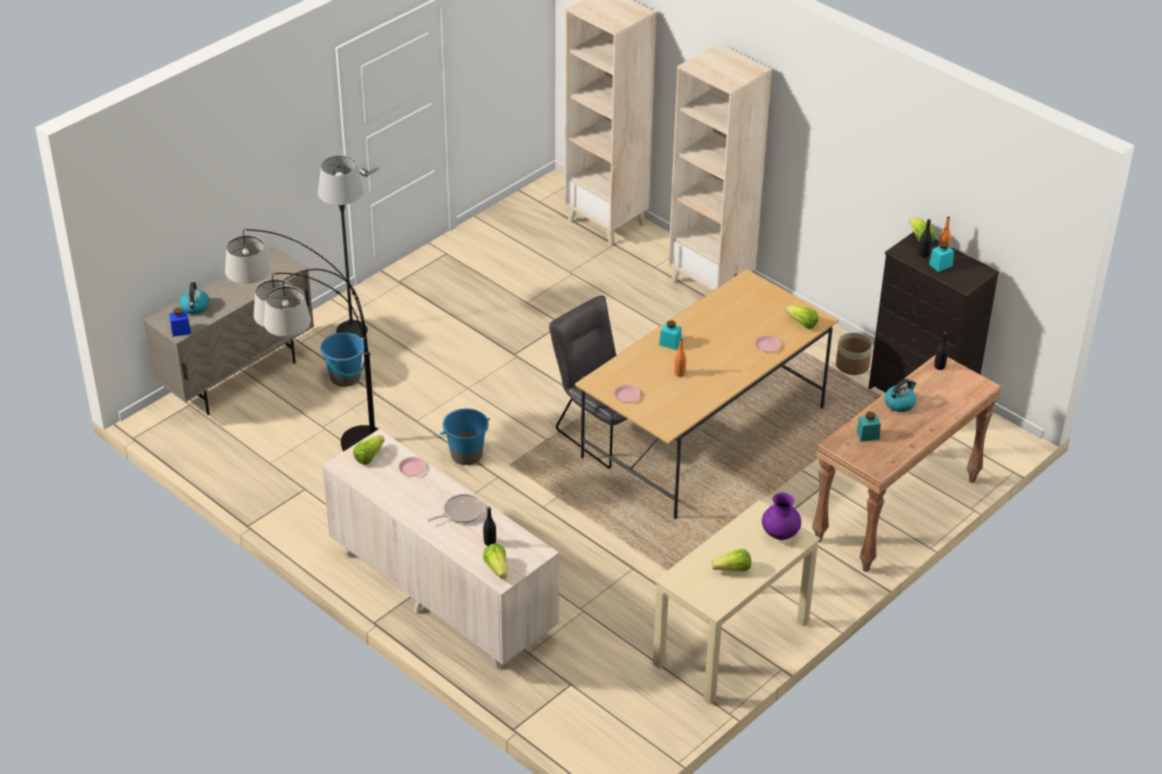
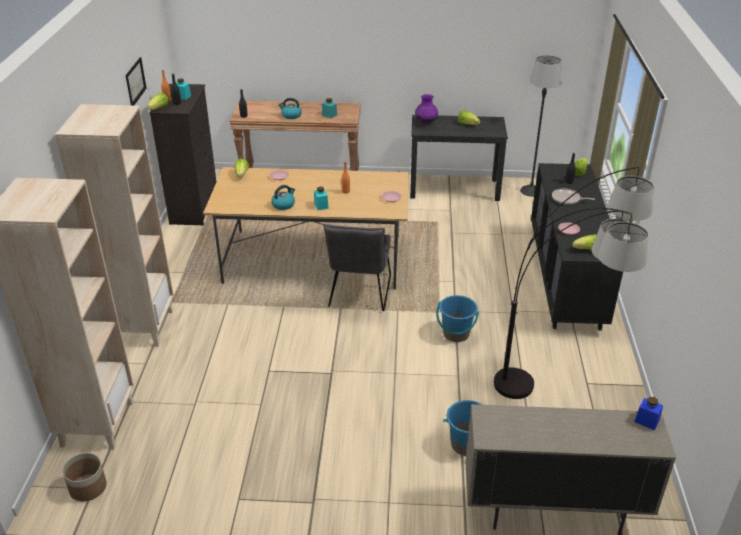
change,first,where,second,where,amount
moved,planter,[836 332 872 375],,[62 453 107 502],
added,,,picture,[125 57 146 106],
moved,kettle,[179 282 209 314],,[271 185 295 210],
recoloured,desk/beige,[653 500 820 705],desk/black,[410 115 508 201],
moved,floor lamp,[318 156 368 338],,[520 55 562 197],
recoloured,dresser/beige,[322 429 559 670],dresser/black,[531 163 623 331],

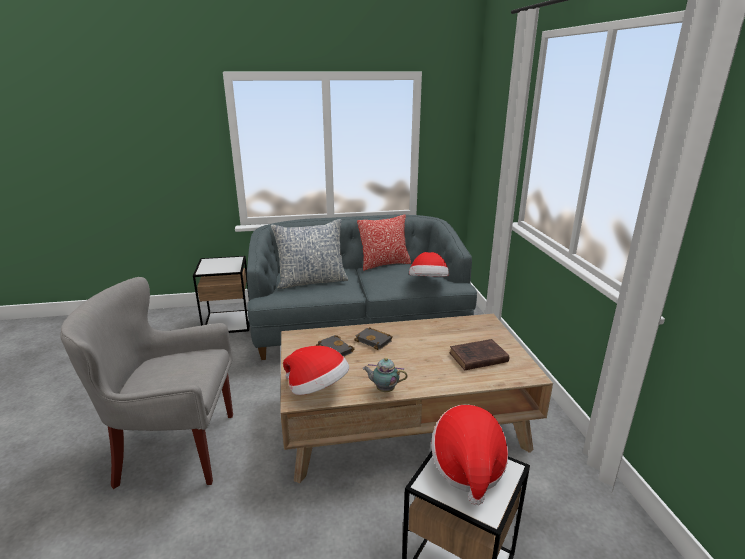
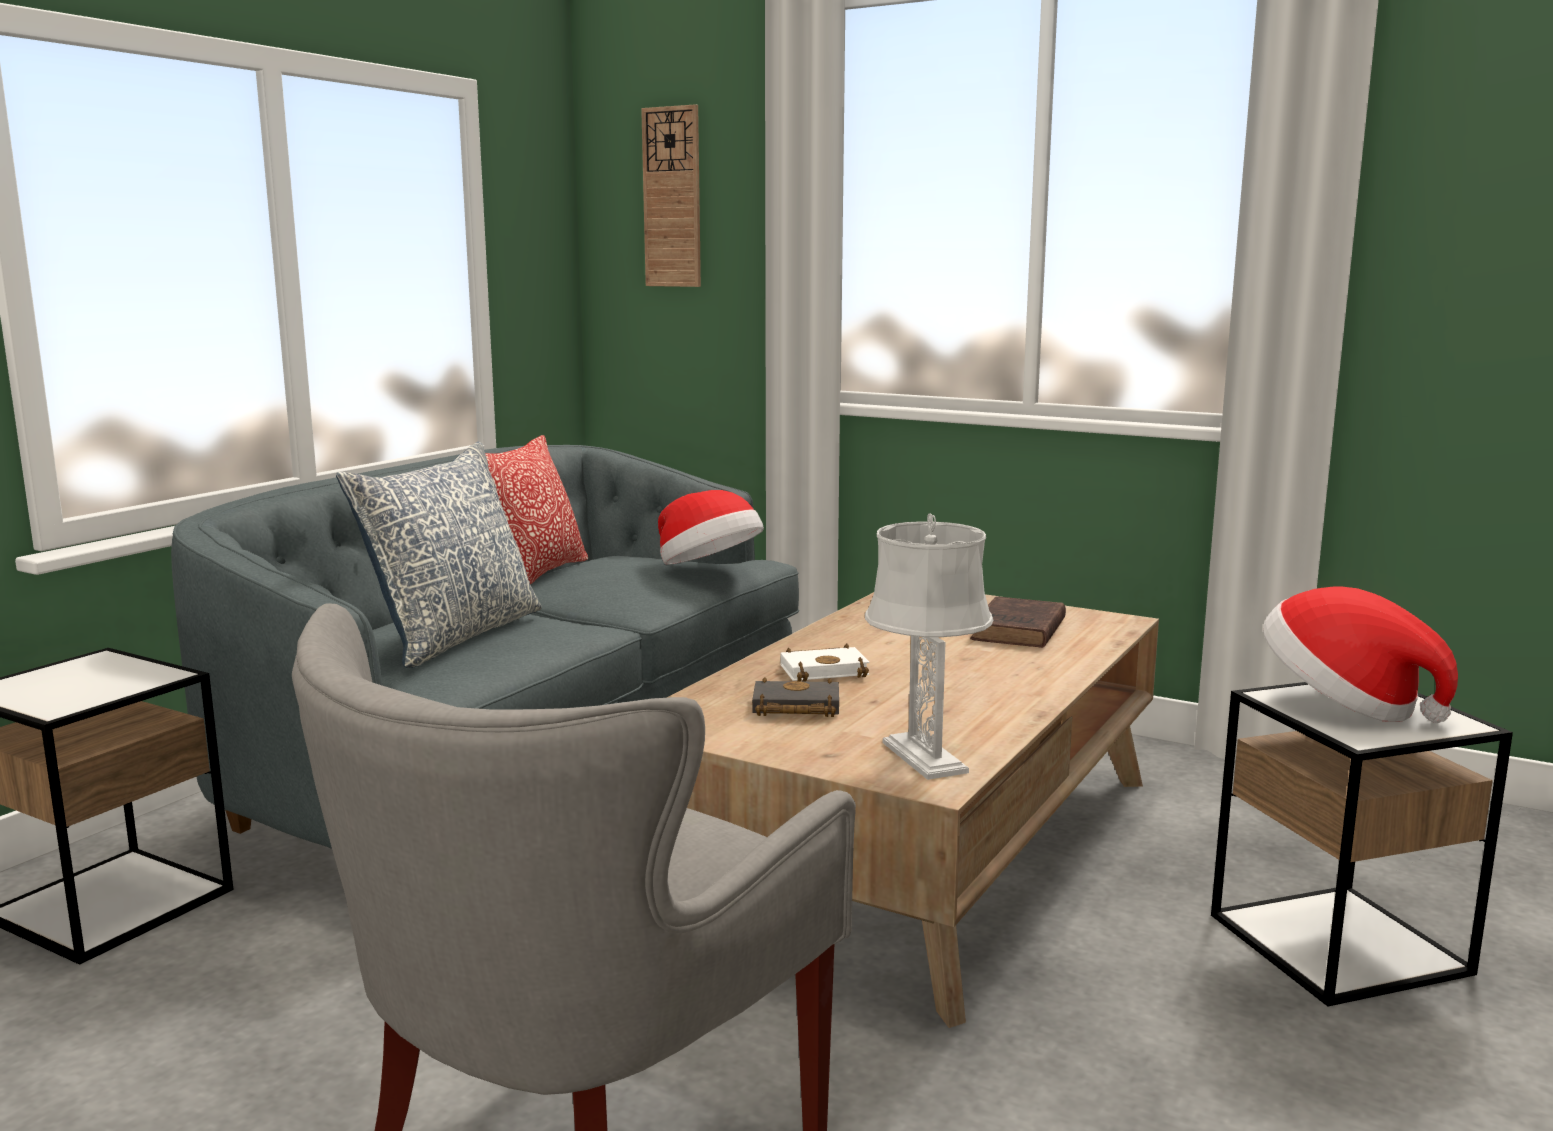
change,first,where,second,where,amount
added,,,wall clock,[641 104 701 287],
recoloured,book/black,[354 327 393 350],book/white,[780 643 870 682],
replaced,hat,[283 346 349 395],table lamp/grey,[865 513 993 780],
removed,teapot,[363 358 408 392],,,

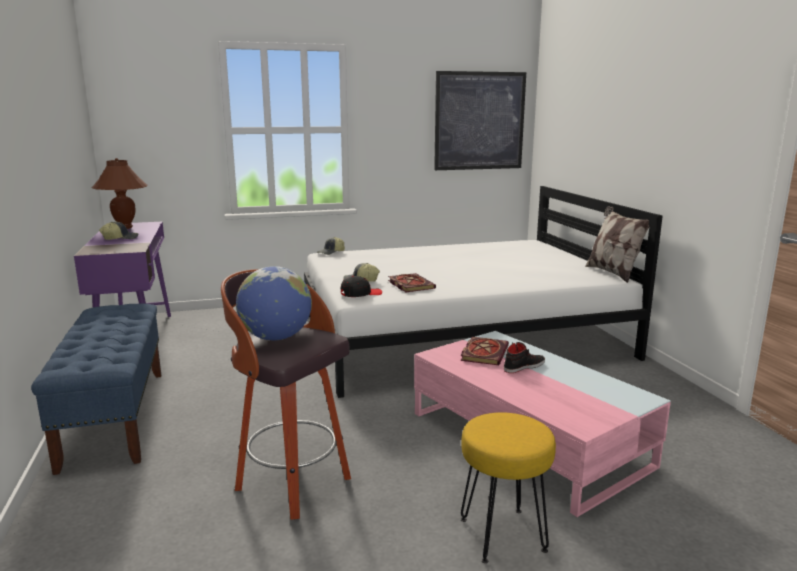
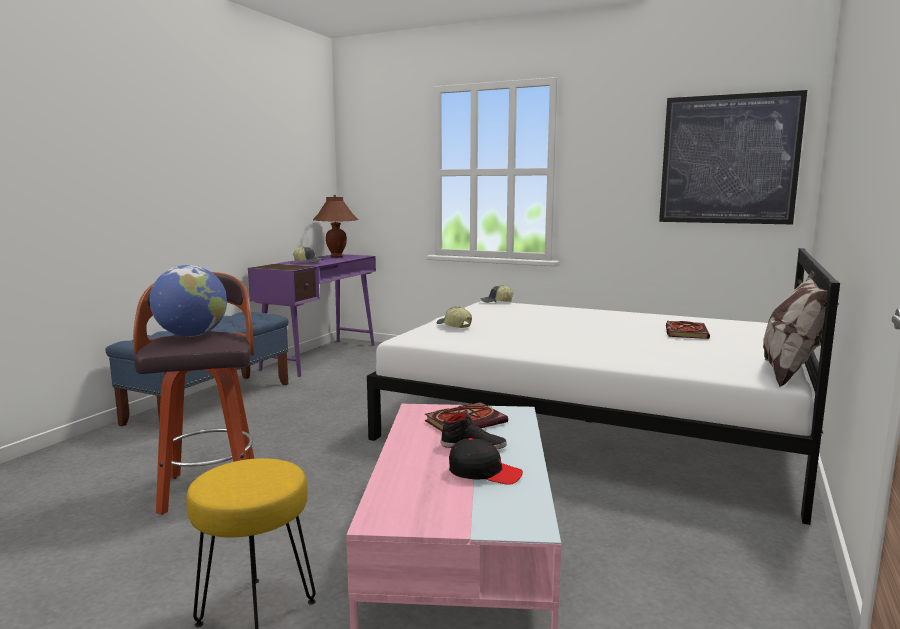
change,first,where,second,where,amount
moved,cap/black,[341 276 382 297],,[449 438 523 485],
moved,book,[388 273 436 292],,[666 321 710 339],

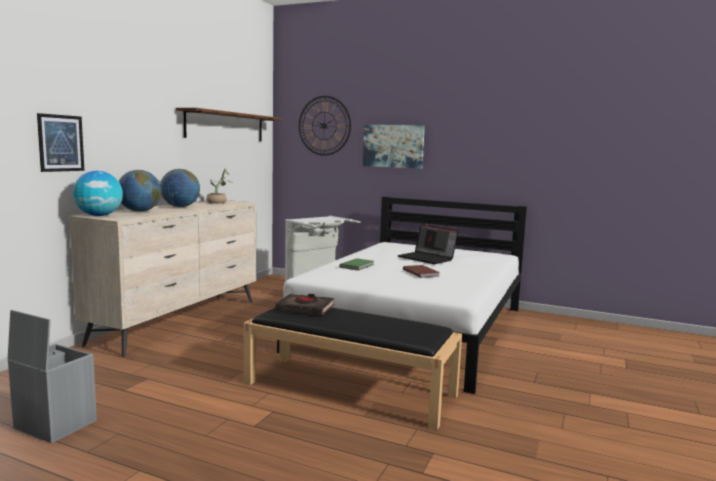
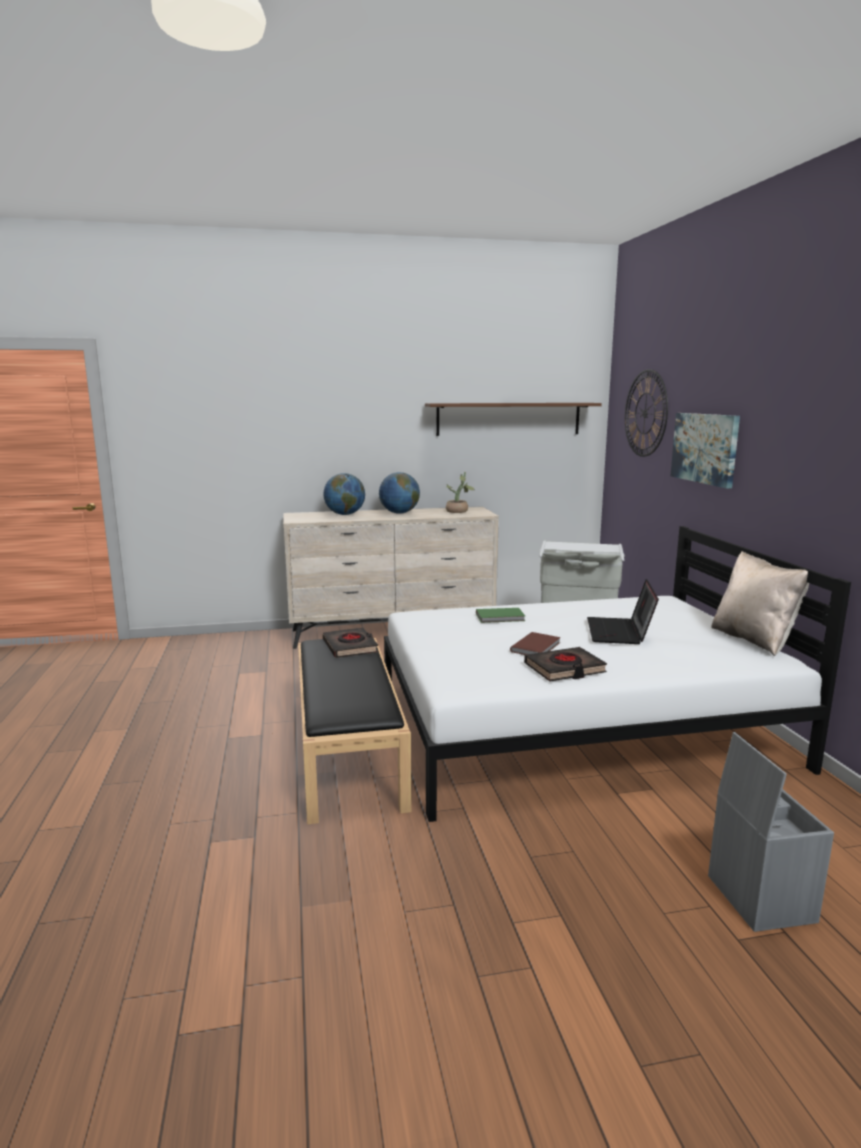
change,first,where,second,where,amount
added,,,book/black,[524 647 607 681],
moved,storage box/grey,[8 310 97 443],,[708 732 834 932],
added,,,pillow/beige,[711 551 809 656],
removed,picture,[37 113 84 172],,,
removed,globe,[73 171 123 216],,,

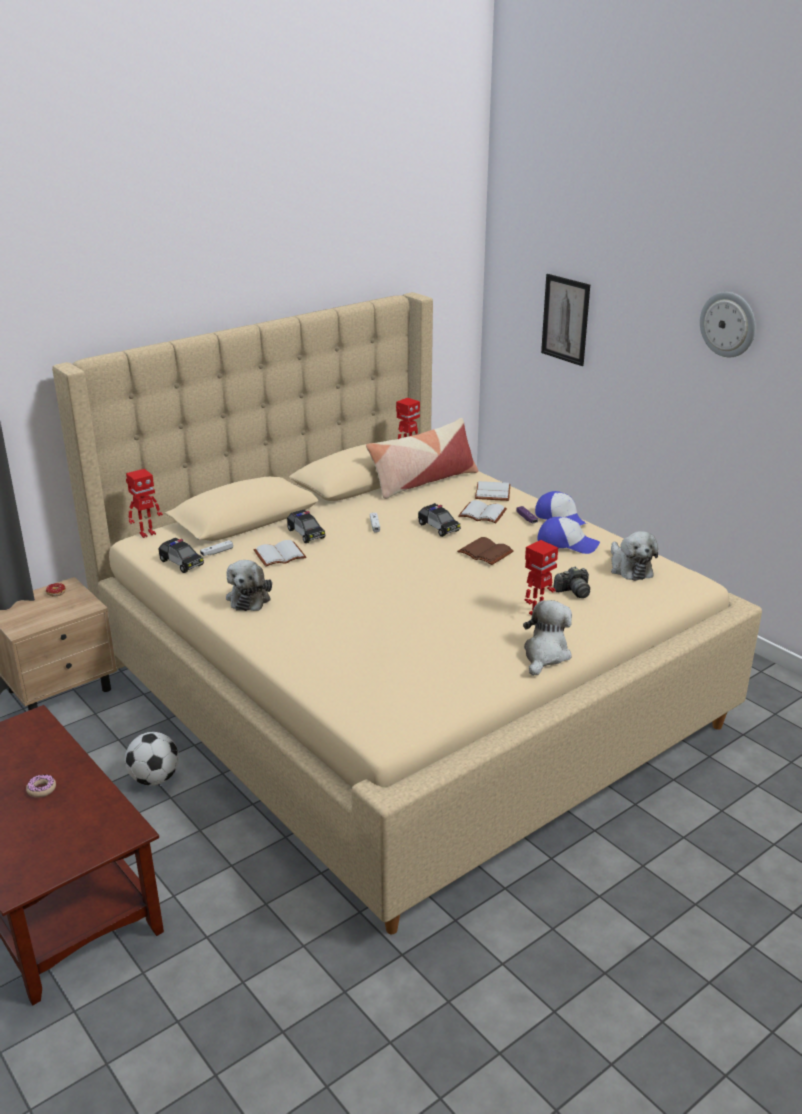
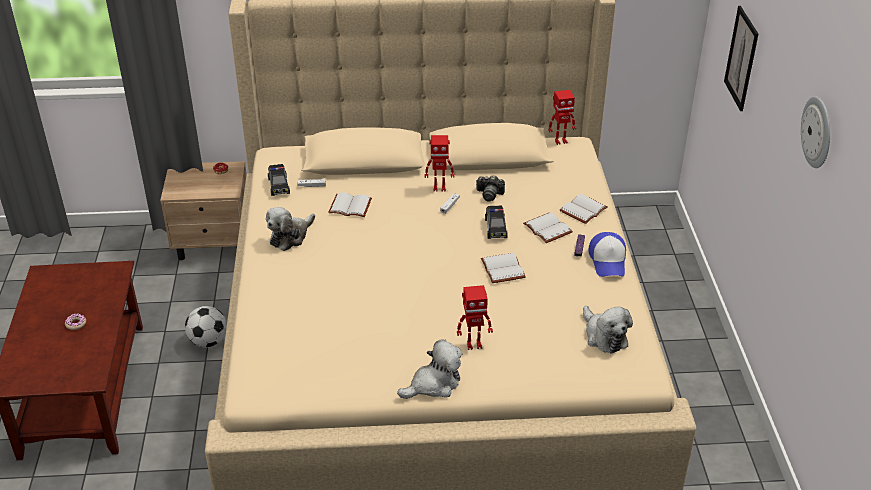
change,first,where,second,where,amount
moved,toy robot,[126 469 163 538],,[425 135 455 191],
moved,photo camera,[553 566 590 598],,[476 175 505 202],
recoloured,book/brown,[457 537 514 565],book/white,[481 253 526 283],
turned,plush toy,[611 531 658 581],,[583 306 633 354],45 degrees counterclockwise
removed,toy car,[287 510 326 543],,,
removed,pillow,[366 418 478 499],,,
removed,cap,[538 517 600 554],,,

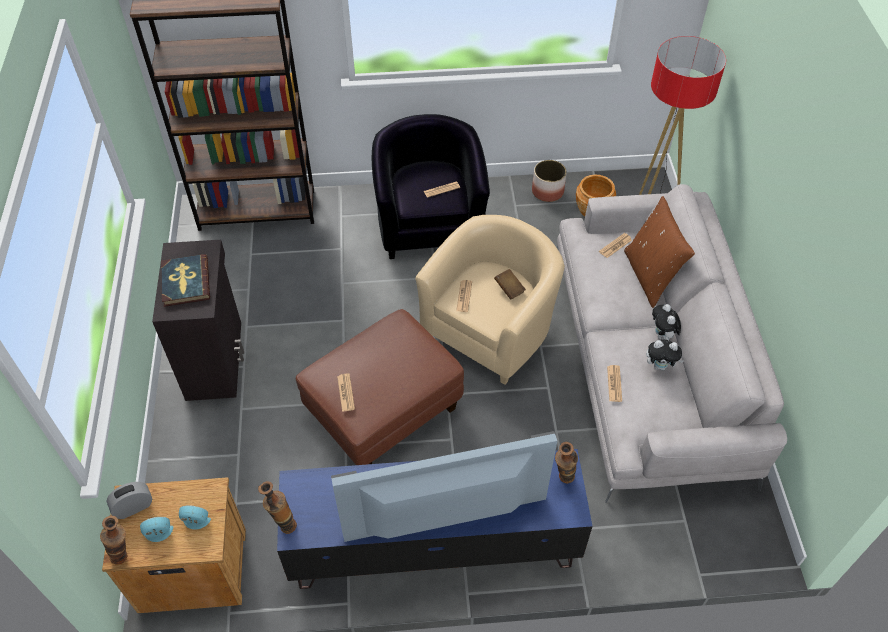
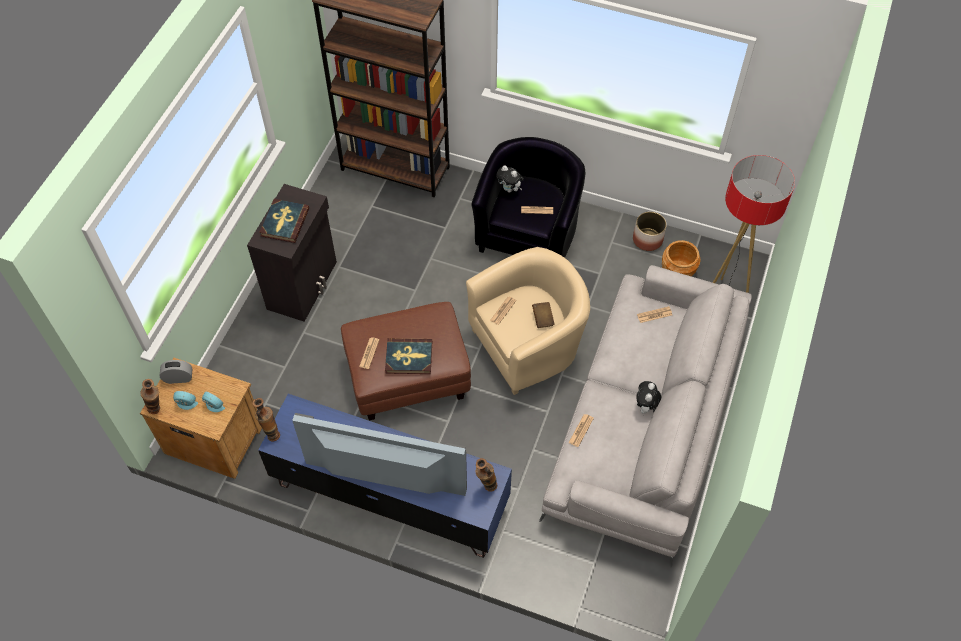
change,first,where,second,where,amount
added,,,book,[385 338 432 374],
moved,plush toy,[646 340 683 371],,[496 165 524 193],
removed,pillow/brown,[624 196 695 308],,,

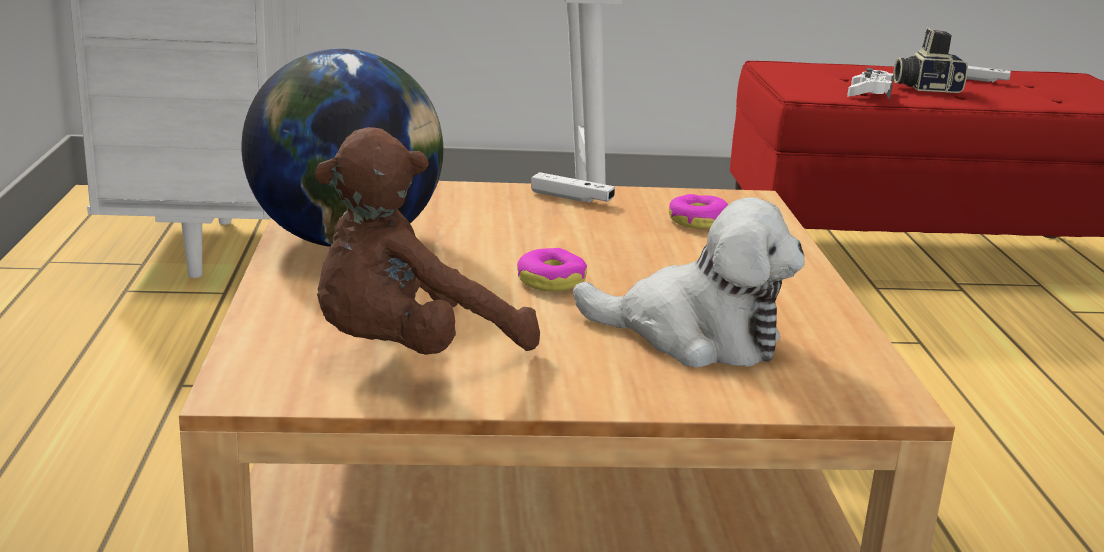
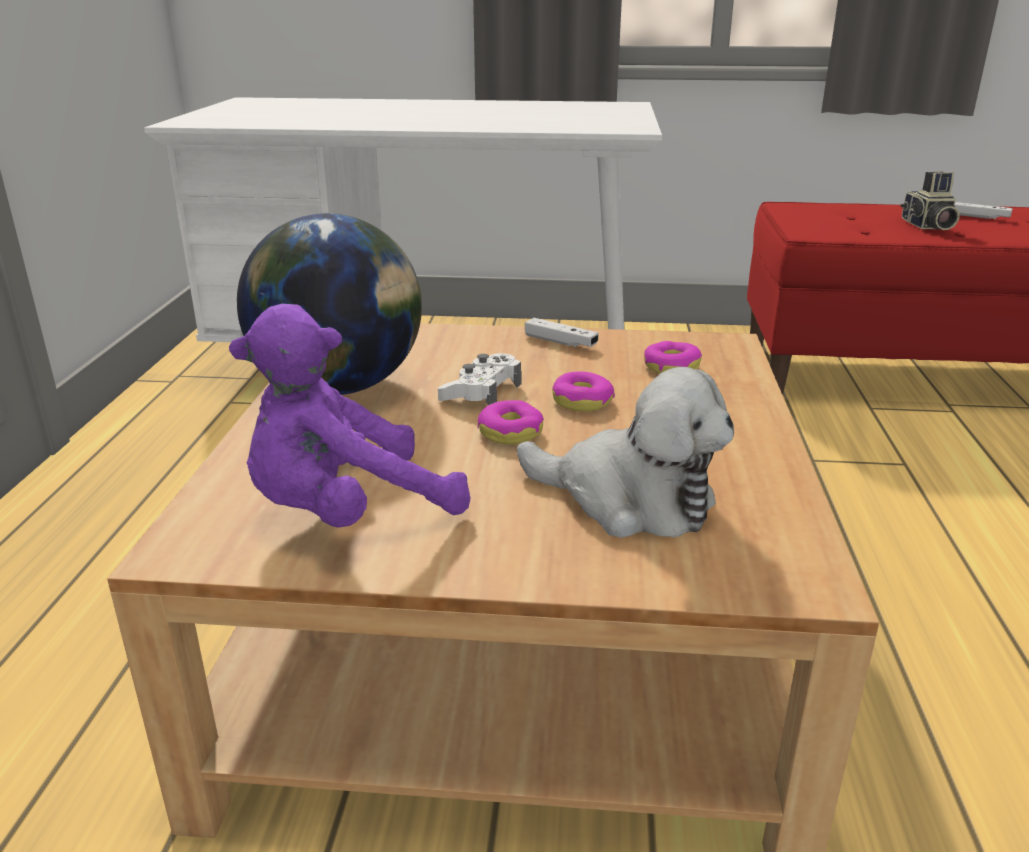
change,first,where,second,where,amount
recoloured,plush toy/brown,[314 127 540 355],plush toy/purple,[229 304 470 527],
moved,game controller/white,[847 68 894 100],,[438 353 522 405],
added,,,donut,[552 372 615 412],
turned,photo camera,[894 27 968 93],,[901 172 960 230],105 degrees counterclockwise

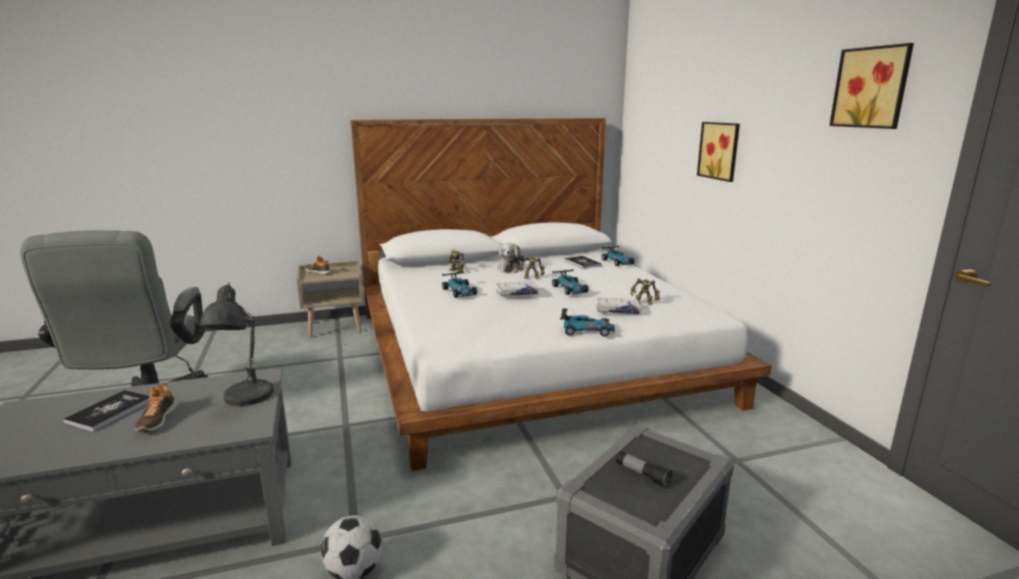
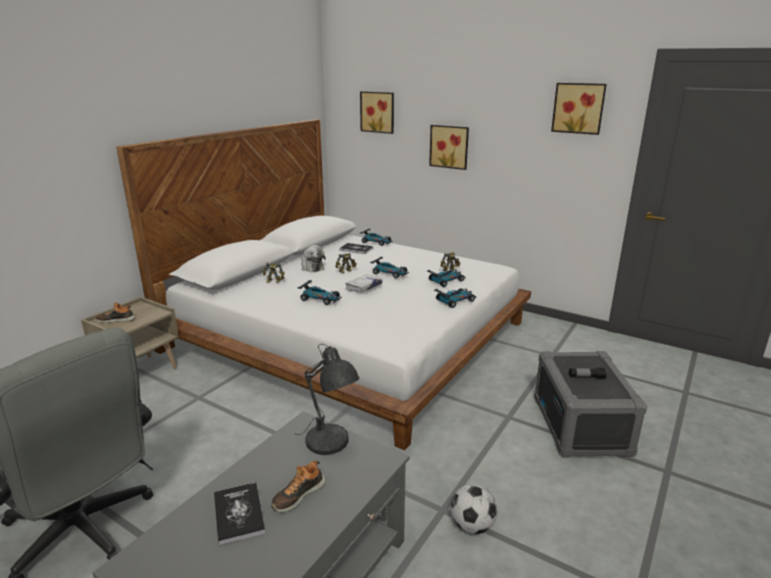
change,first,where,second,where,amount
turned,shoe,[135 383 178 432],,[271 461 326 512],90 degrees clockwise
added,,,picture,[360 91 394 134],
replaced,book/white,[596 298 641 314],toy car,[427 269 465 287],

